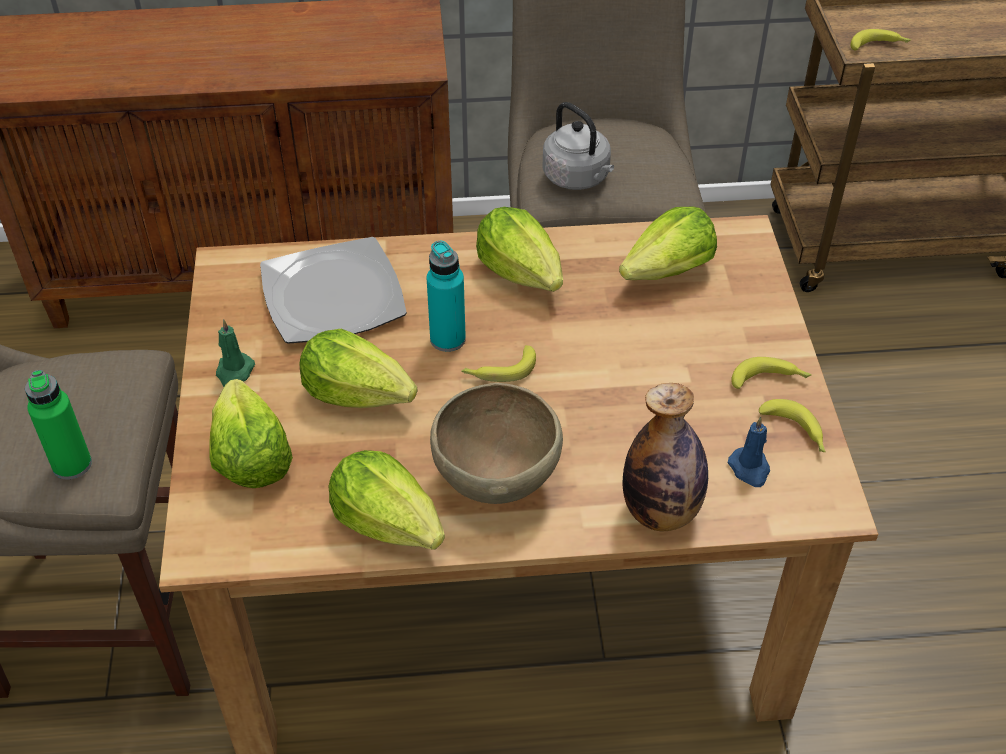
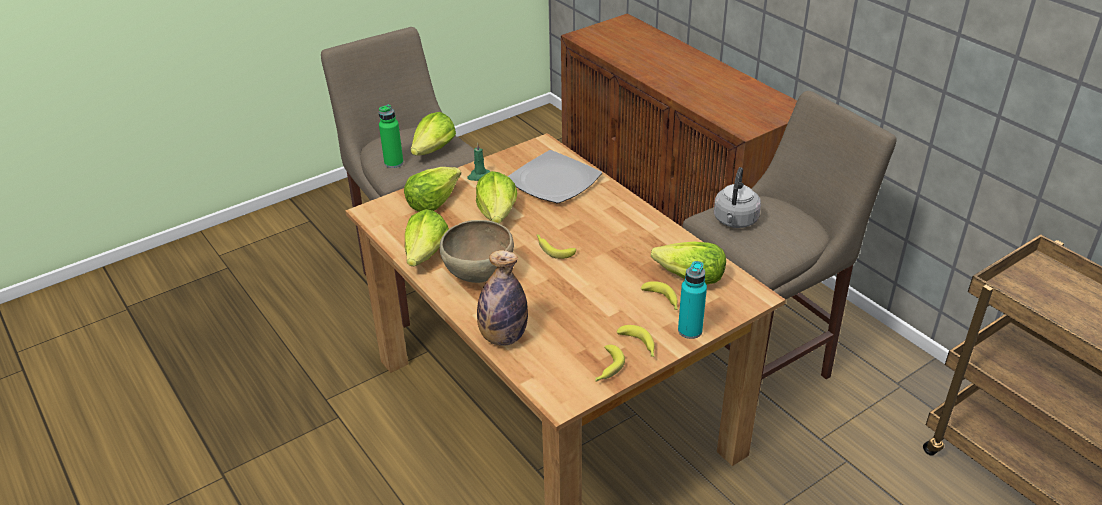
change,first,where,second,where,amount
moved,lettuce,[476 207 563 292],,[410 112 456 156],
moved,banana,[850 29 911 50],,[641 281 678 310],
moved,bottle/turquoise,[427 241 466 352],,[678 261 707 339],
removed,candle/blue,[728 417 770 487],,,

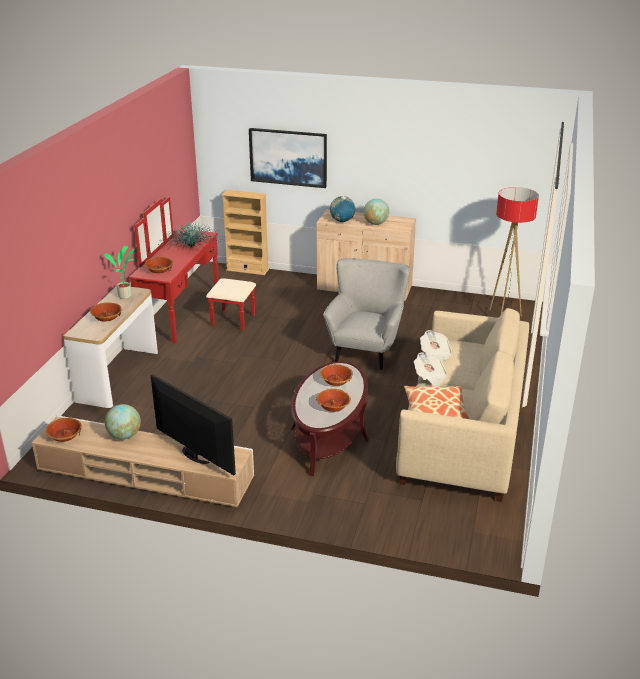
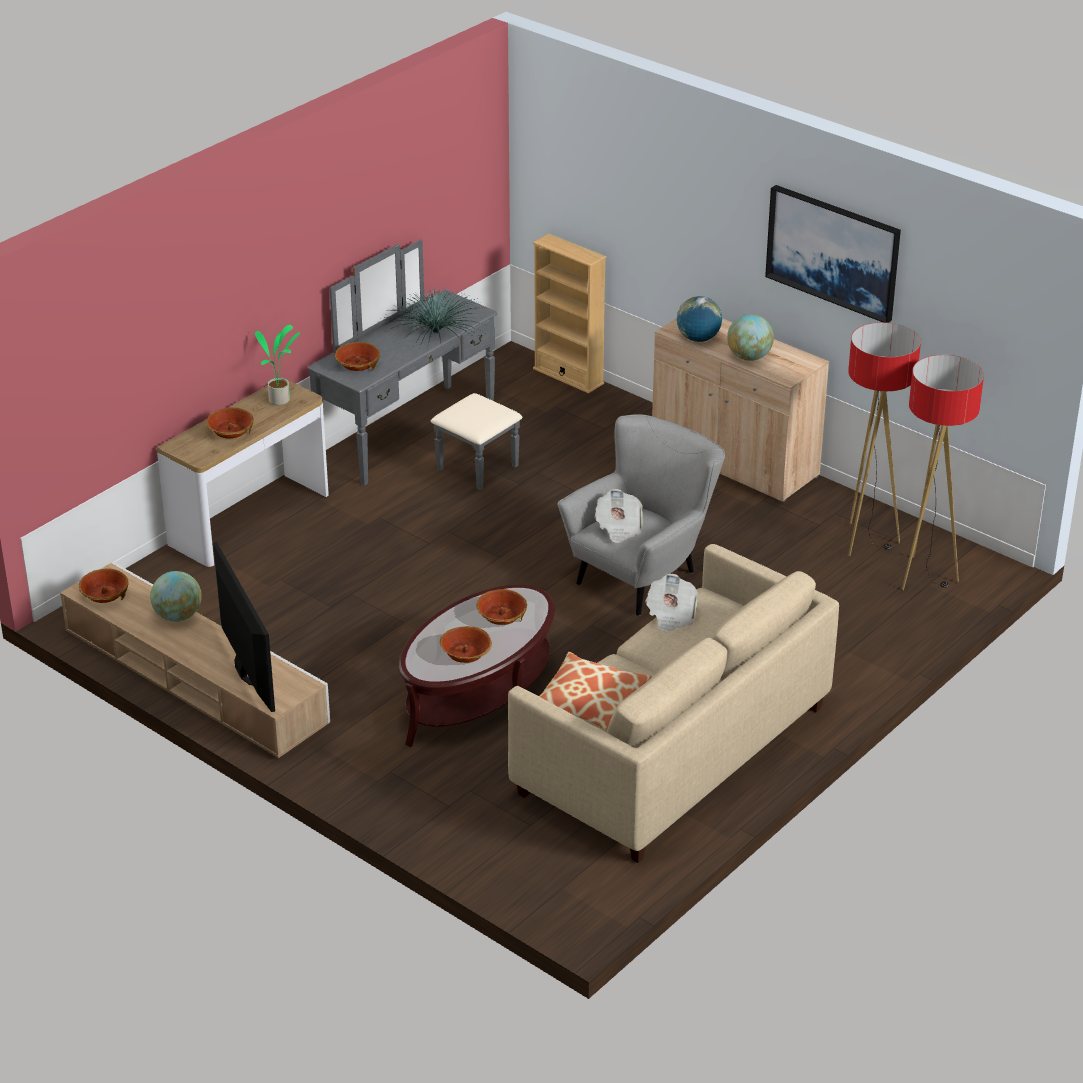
change,first,where,second,where,amount
recoloured,dresser/red,[129 197 256 343],dresser/grey,[307 239 523 490],
moved,newspaper,[414 352 448 386],,[595 489 643 543],
moved,picture,[249 128 327 188],,[765 185 901 323],
added,,,floor lamp,[848 322 921 556],

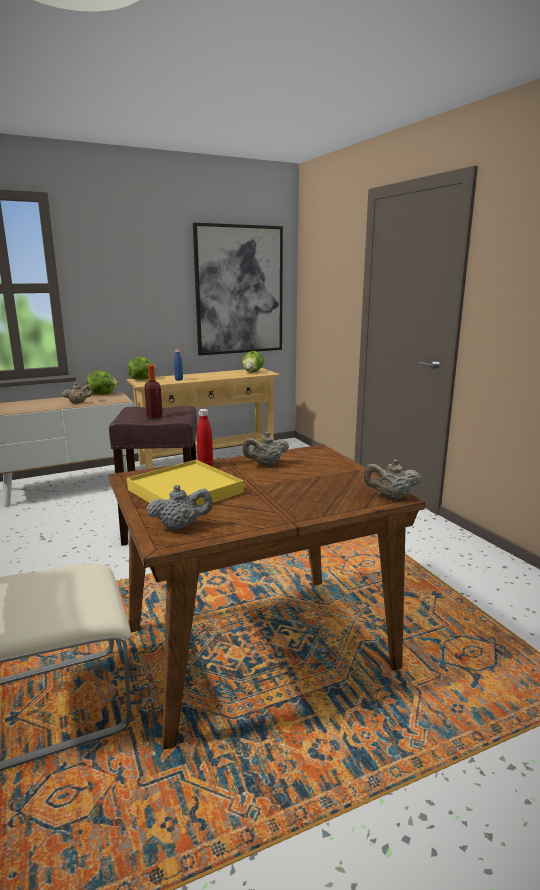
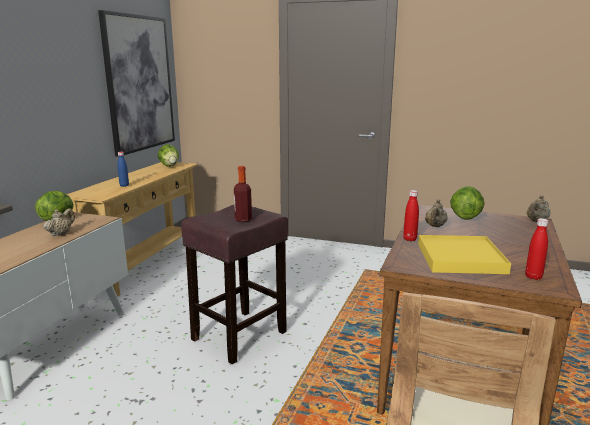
change,first,where,second,where,amount
moved,lettuce,[128 357 157 380],,[450 186 485 220],
replaced,teapot/grey,[146 485 213 530],bottle/red,[525 218 548 280],

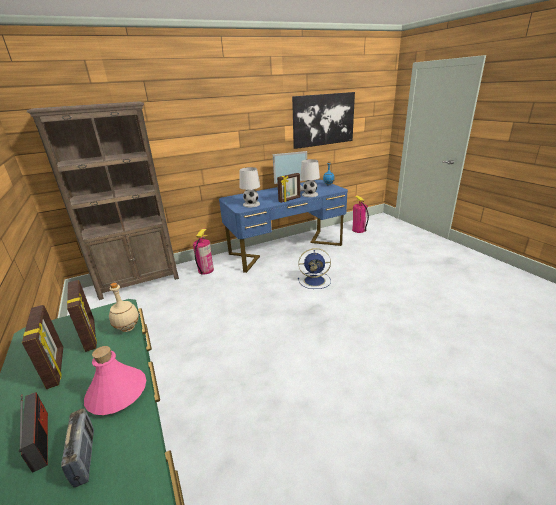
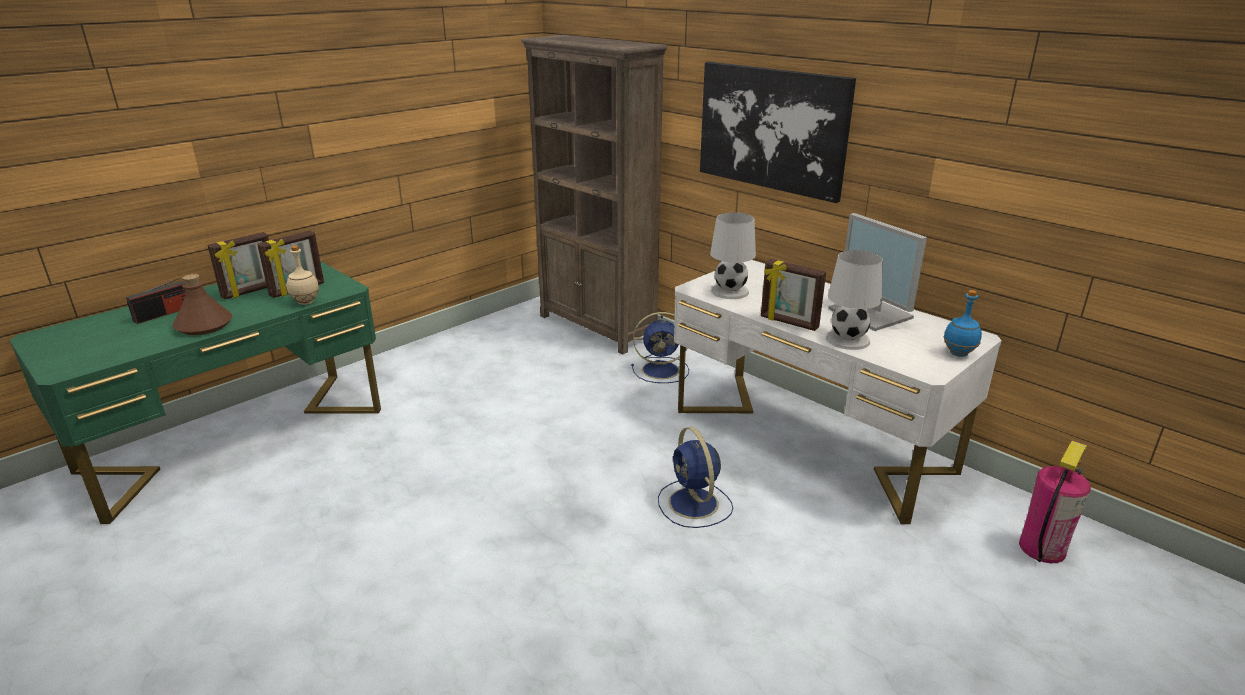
change,first,where,second,where,amount
recoloured,bottle/pink,[84 346 146 415],bottle/brown,[172 274 233 335],
replaced,fire extinguisher,[193 229 214 275],fan/blue,[631 312 689 383],
recoloured,desk/blue,[219 180 348 273],desk/white,[674 260 1002 524],
moved,picture,[292 92 355 149],,[700 62 856 203],
removed,radio,[61 409 94 488],,,

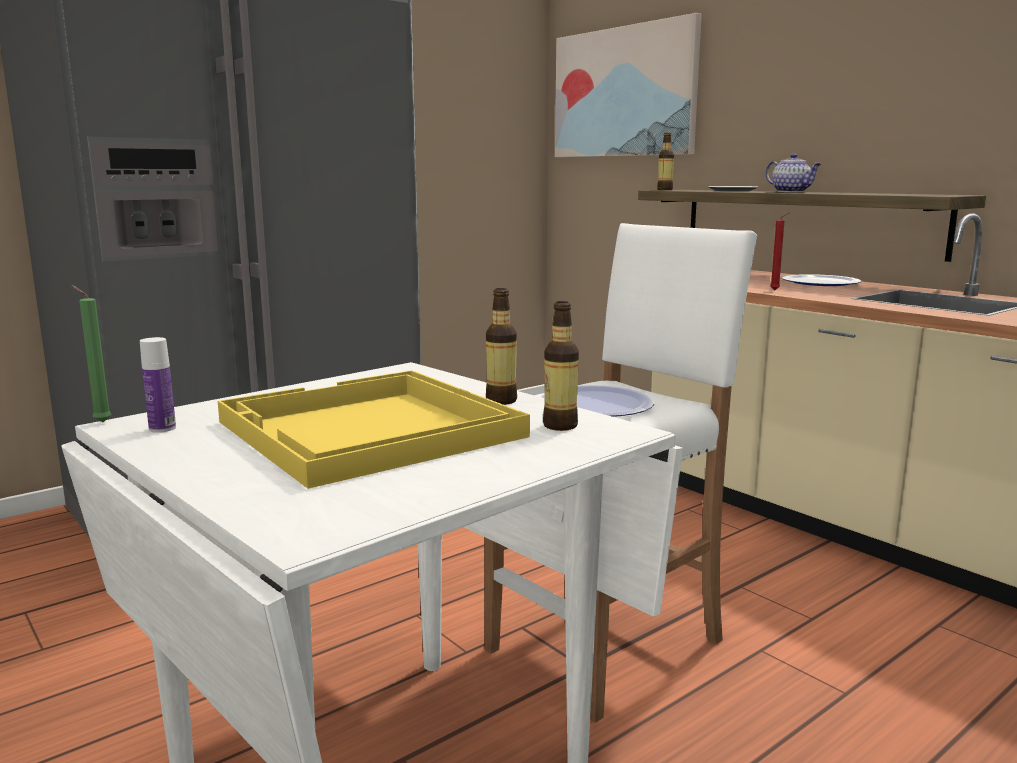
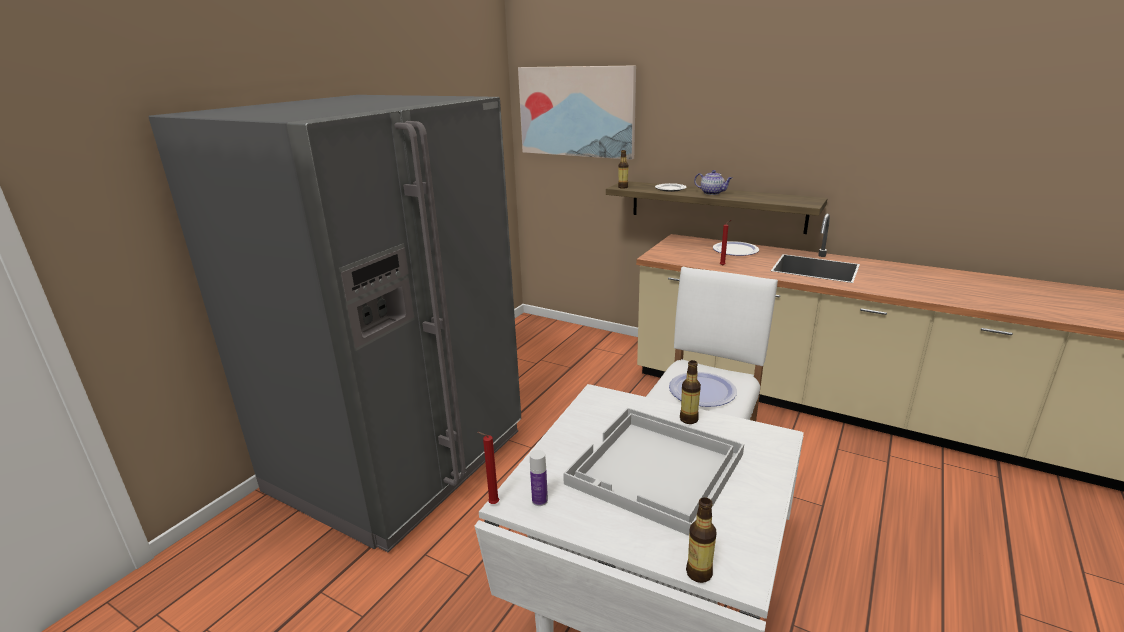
change,first,where,second,where,amount
recoloured,candle/green,[71 285 112 422],candle/red,[477 432 499 504],
recoloured,tray/yellow,[218 370 530 489],tray/white,[563 408 744 536],
moved,bottle,[543 301 579 431],,[686 497 716 583],

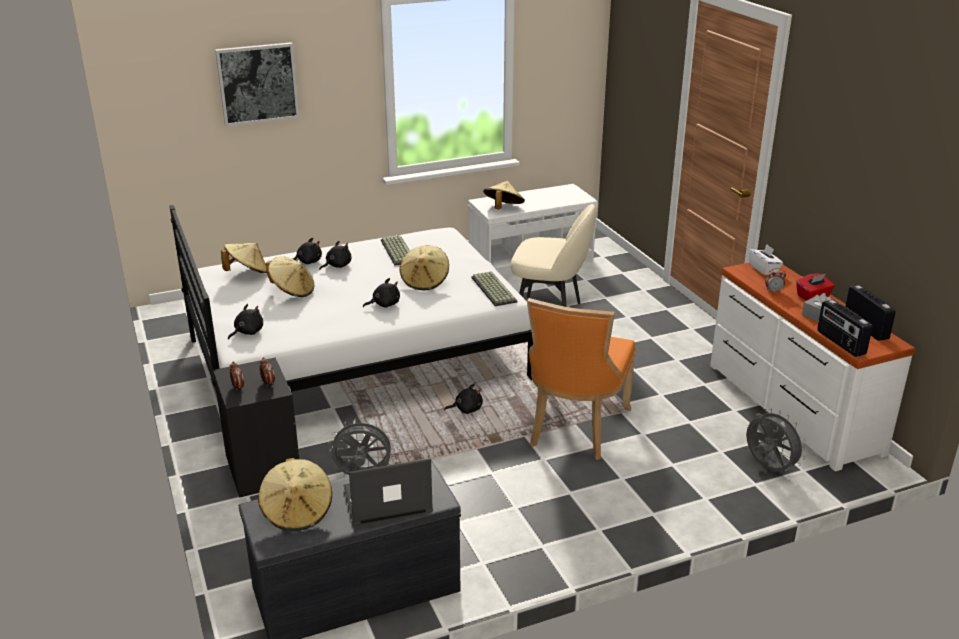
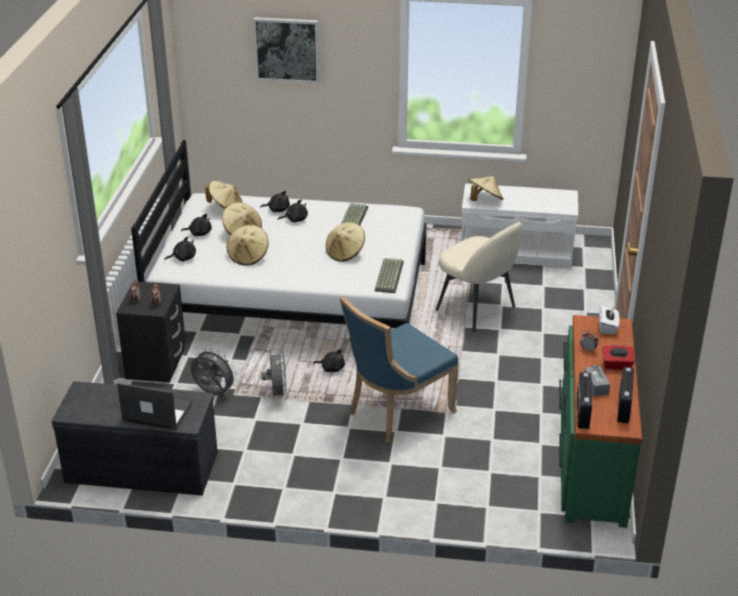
change,first,where,second,where,amount
moved,plush toy/black,[363 278 400 308],,[181 214 212 236],
moved,hat/beige,[258 458 332 531],,[227 225 268 266],
moved,fan/grey,[746 409 807 472],,[261 349 287 400],
recoloured,chair/orange,[527 298 636 460],chair/blue,[340 296 459 442],
recoloured,dresser/white,[710 262 915 471],dresser/green,[559 315 642 528],

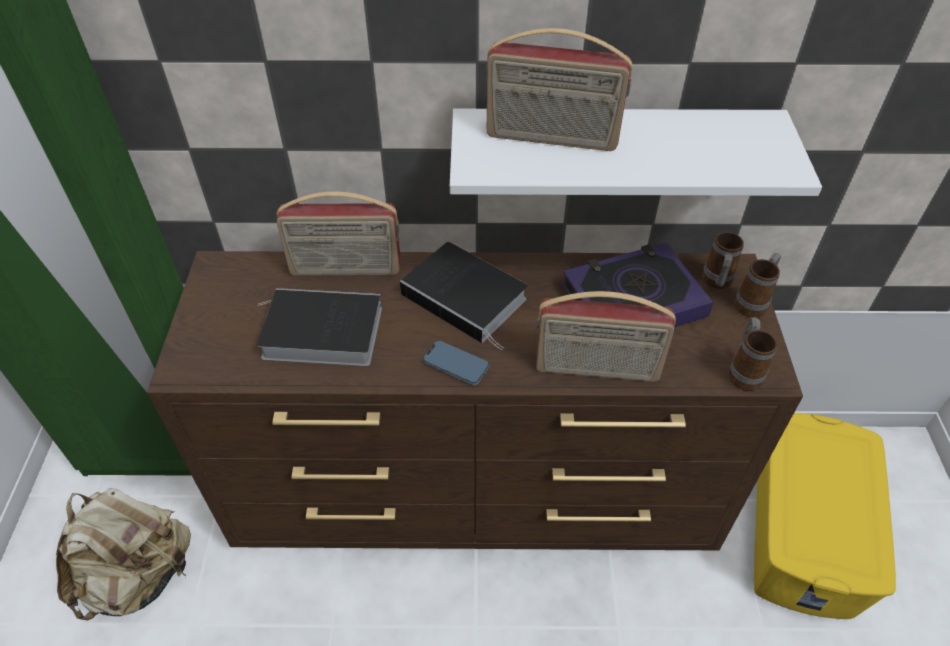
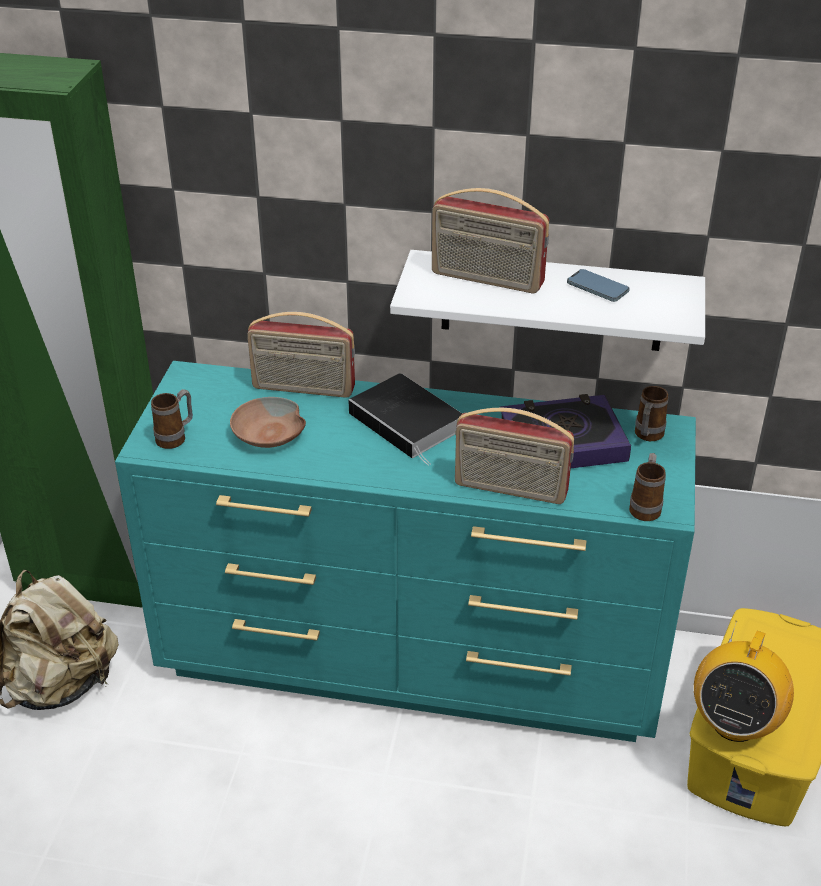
change,first,where,second,where,amount
recoloured,dresser/brown,[147 251 803 550],dresser/turquoise,[115 361 696 742],
moved,mug,[734 253 781 317],,[151 389 193 449],
replaced,book,[257 288 382 366],bowl/brown,[230 397 306 448],
moved,phone,[423 340 490 385],,[567 269 630 302],
added,,,radio,[694 621 794 742],

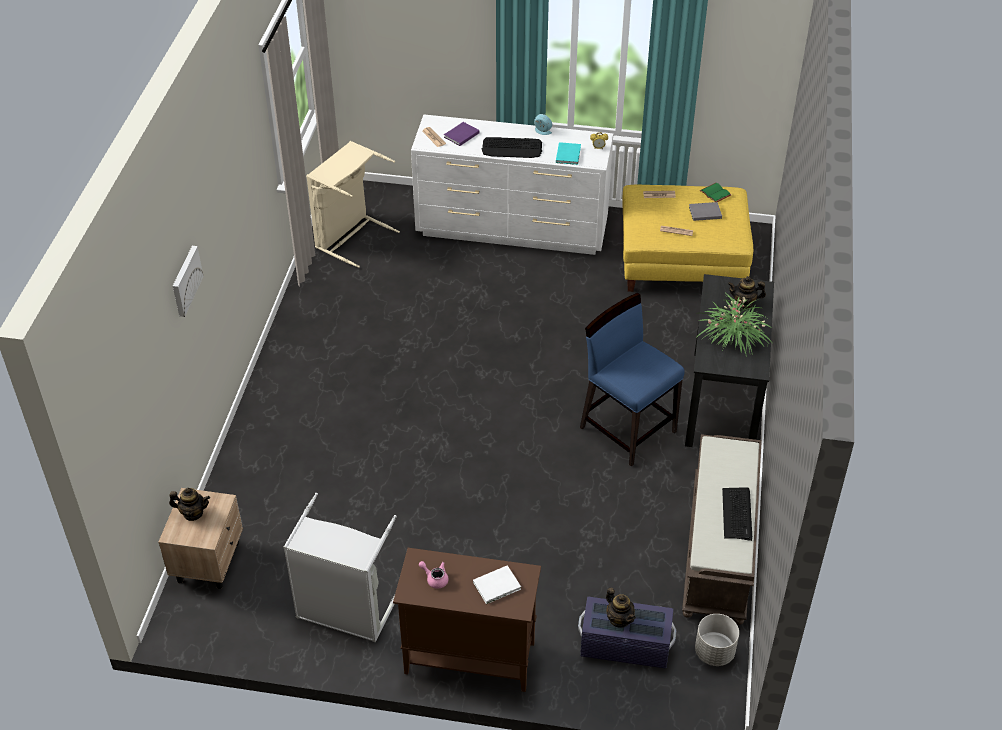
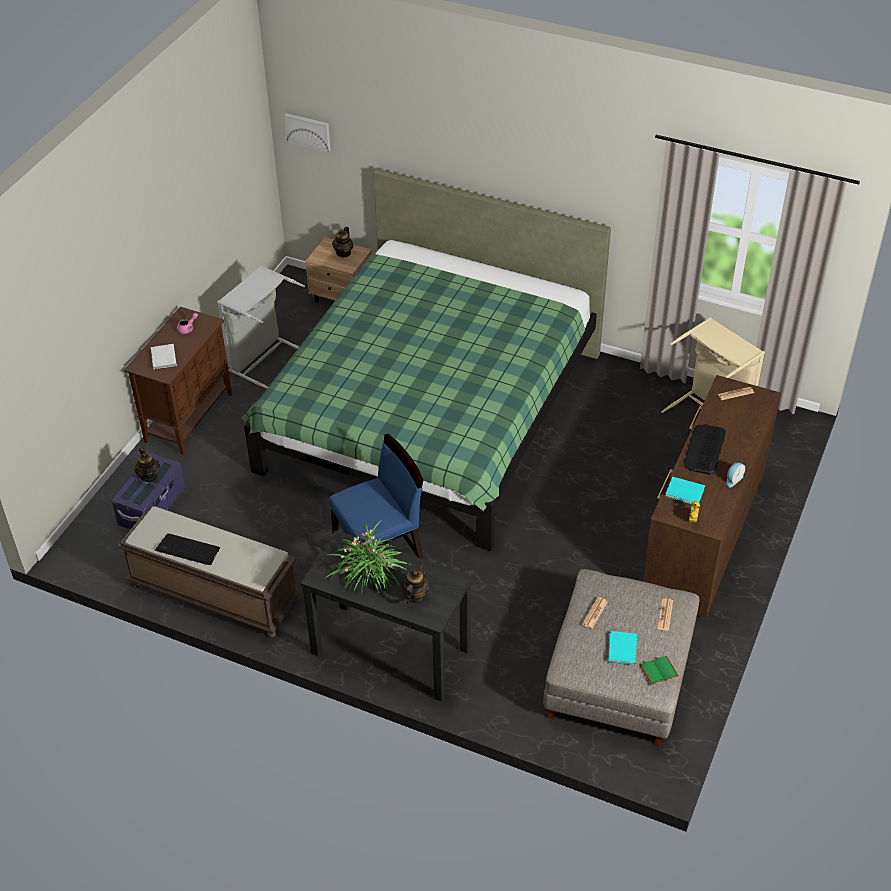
change,first,where,second,where,amount
turned,teapot,[606 587 636 628],,[134 447 160 482],90 degrees counterclockwise
added,,,bed/green,[242 169 611 551],
moved,picture,[173 246 204 317],,[284 113 331 152],
recoloured,ottoman/yellow,[622 185 753 292],ottoman/grey,[543 569 700 746],
recoloured,book/grey,[689 202 722 221],book/turquoise,[608 631 637 665],
recoloured,dresser/white,[411 115 613 255],dresser/brown,[642 375 781 618],
removed,book/purple,[444 122 479 146],,,
removed,planter/grey,[695 614 739 666],,,

